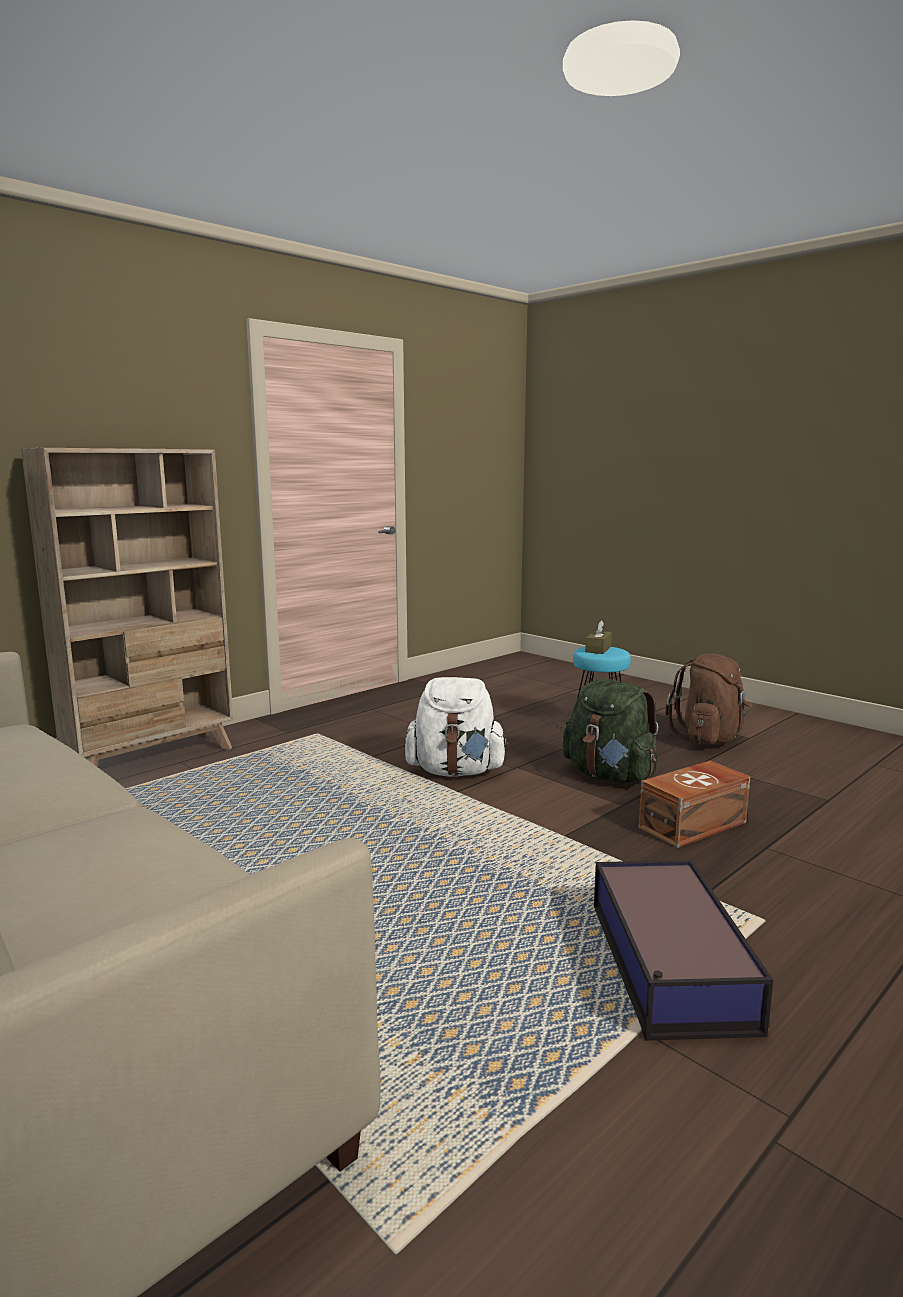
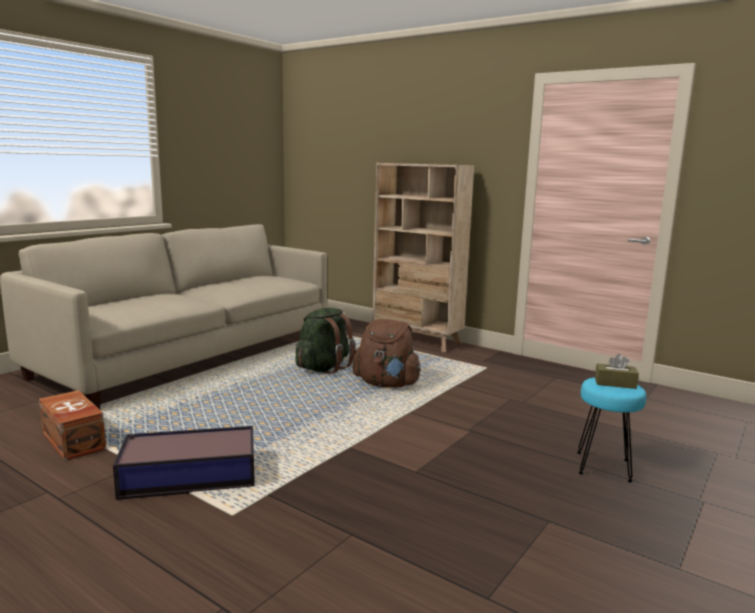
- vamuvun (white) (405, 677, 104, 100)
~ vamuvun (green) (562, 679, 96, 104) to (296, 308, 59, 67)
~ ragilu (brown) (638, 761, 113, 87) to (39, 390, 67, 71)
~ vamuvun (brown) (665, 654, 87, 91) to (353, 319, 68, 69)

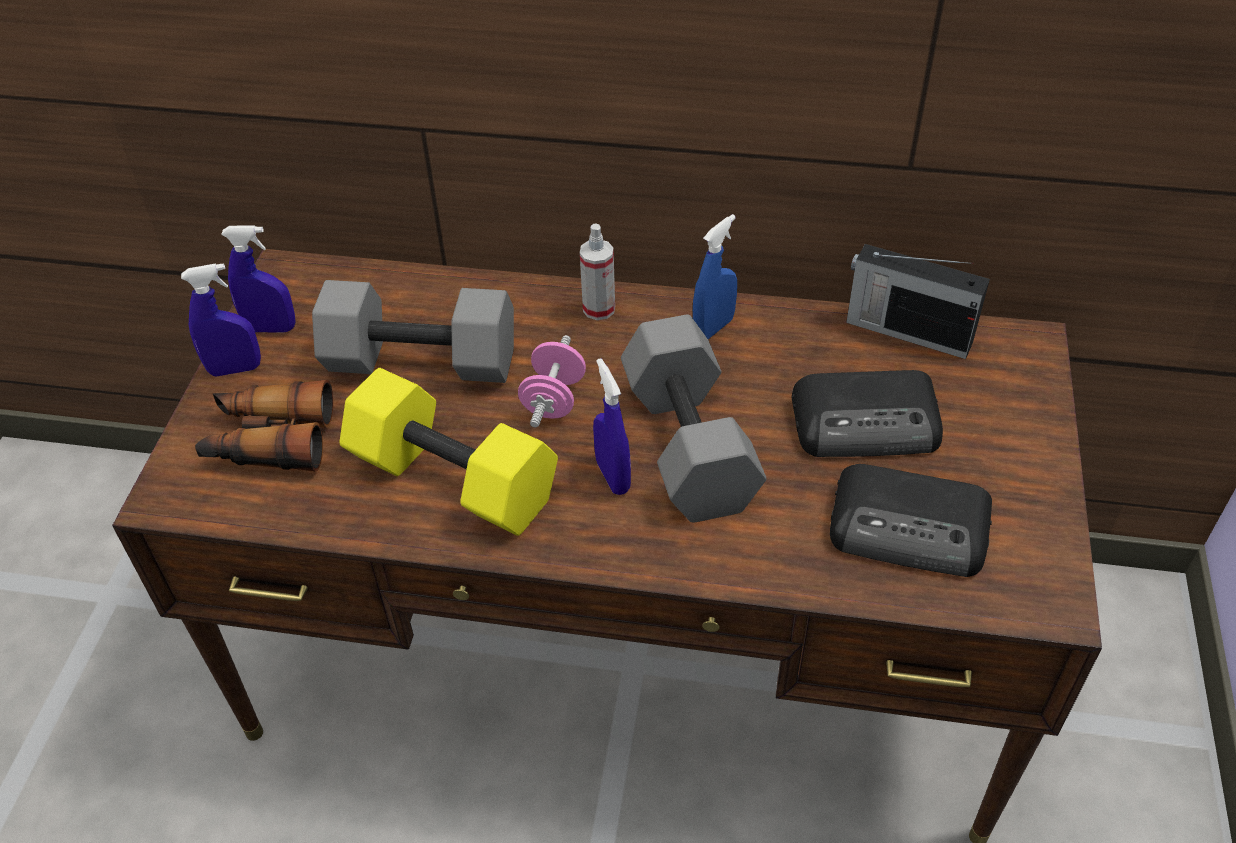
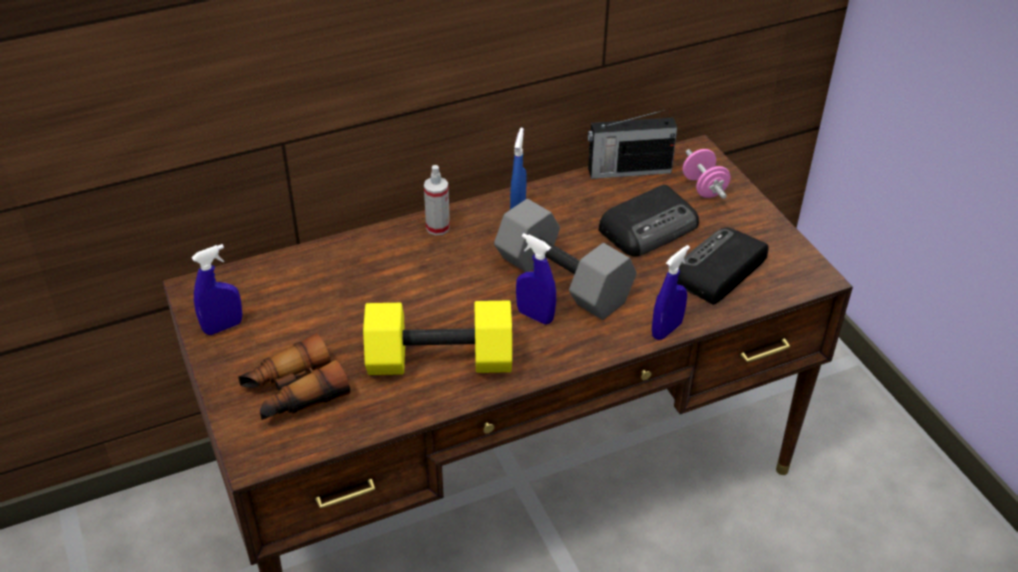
~ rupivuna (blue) (181, 263, 80, 114) to (652, 245, 38, 95)
- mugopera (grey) (312, 280, 202, 103)
~ mugopera (pink) (518, 335, 68, 93) to (683, 149, 48, 50)
~ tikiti (830, 464, 162, 113) = (677, 227, 92, 78) 150 degrees clockwise

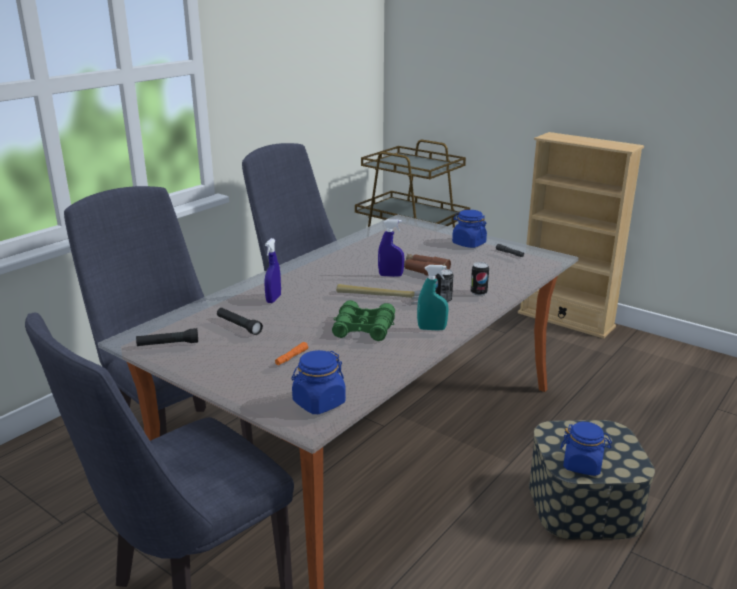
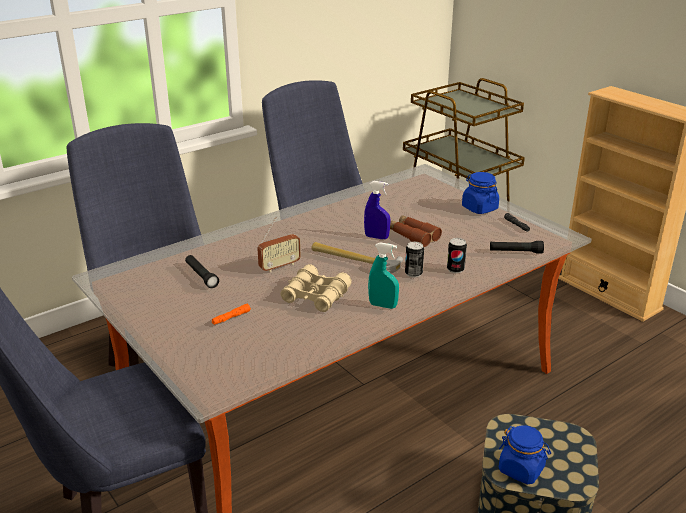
~ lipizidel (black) (136, 328, 62, 18) to (490, 241, 54, 13)
- rupivuna (blue) (264, 238, 17, 65)
- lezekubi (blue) (291, 350, 55, 64)
~ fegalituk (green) (332, 300, 63, 41) to fegalituk (beige) (280, 264, 72, 48)
+ tikiti (257, 217, 44, 56)

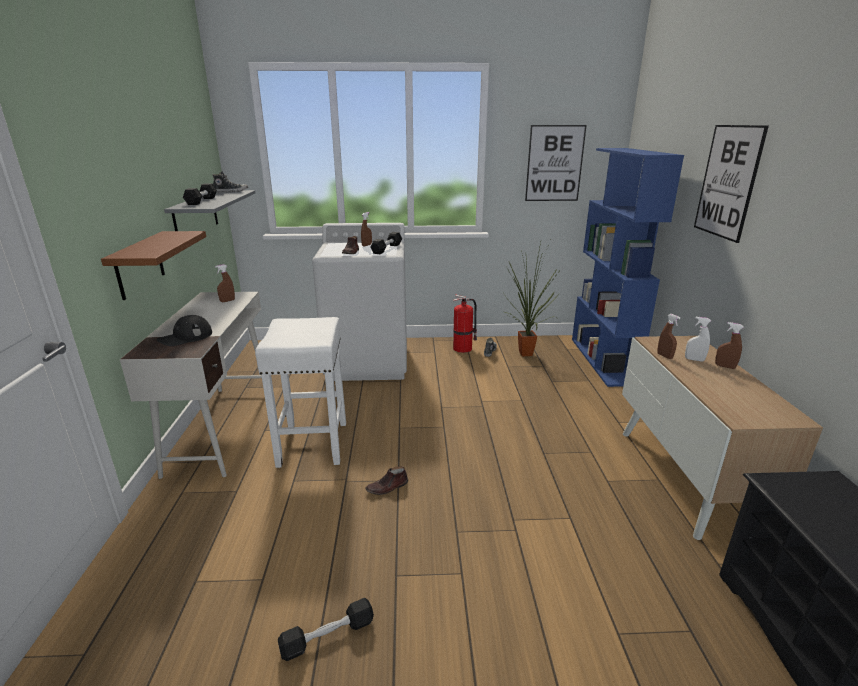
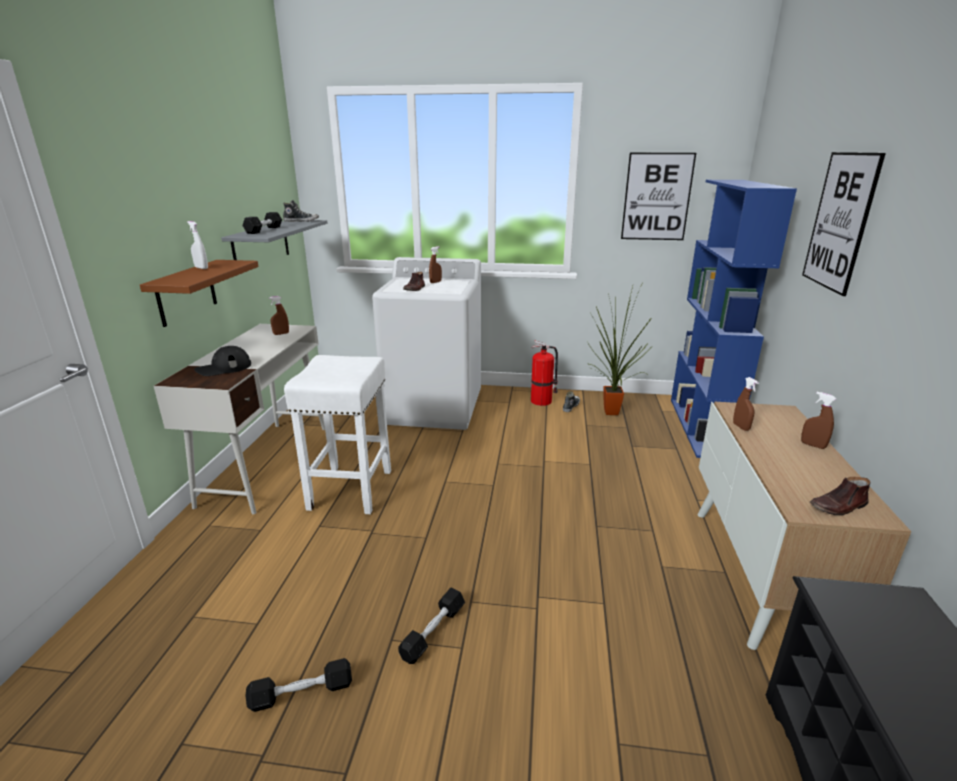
~ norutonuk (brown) (365, 467, 43, 28) to (810, 477, 60, 38)
~ mugopera (black) (371, 232, 31, 22) to (398, 588, 67, 76)
~ rupivuna (white) (685, 317, 26, 45) to (187, 221, 21, 48)

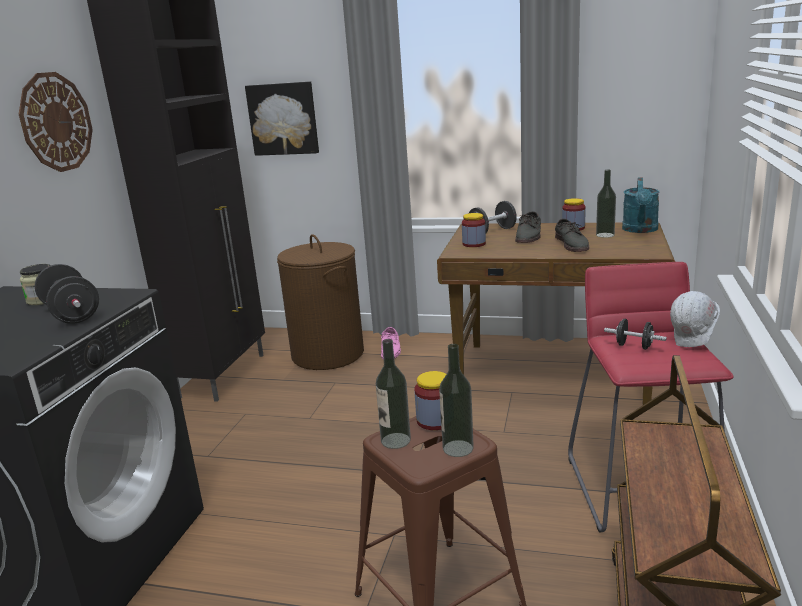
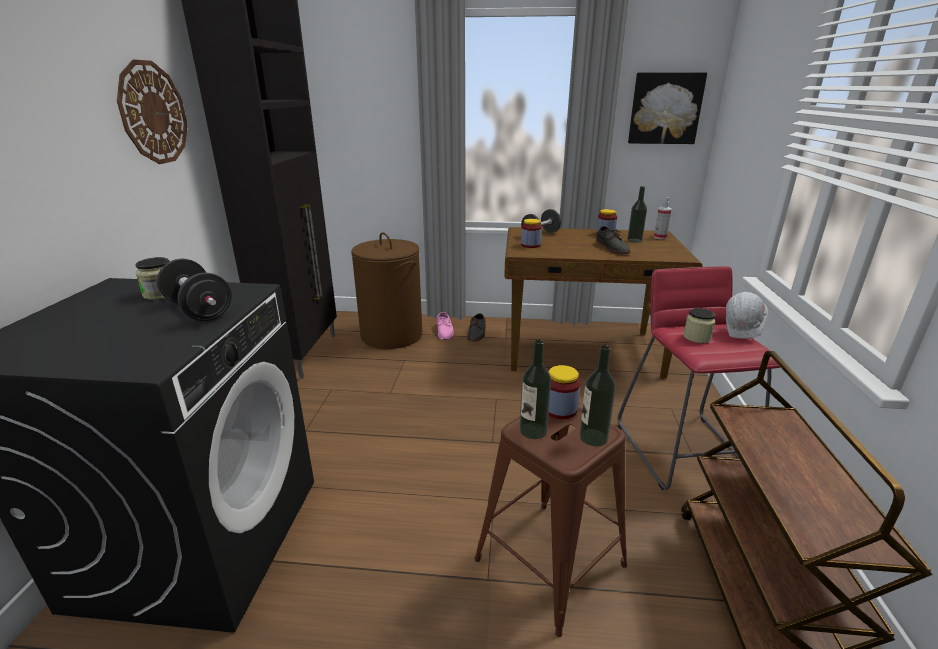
~ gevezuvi (245, 81, 74, 75) to (628, 72, 79, 72)
~ norutonuk (grey) (515, 211, 26, 32) to (467, 313, 19, 28)
~ mugopera (black) (604, 319, 63, 31) to lezekubi (683, 308, 33, 35)
~ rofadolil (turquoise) (622, 177, 38, 56) to rupivuna (654, 197, 18, 42)

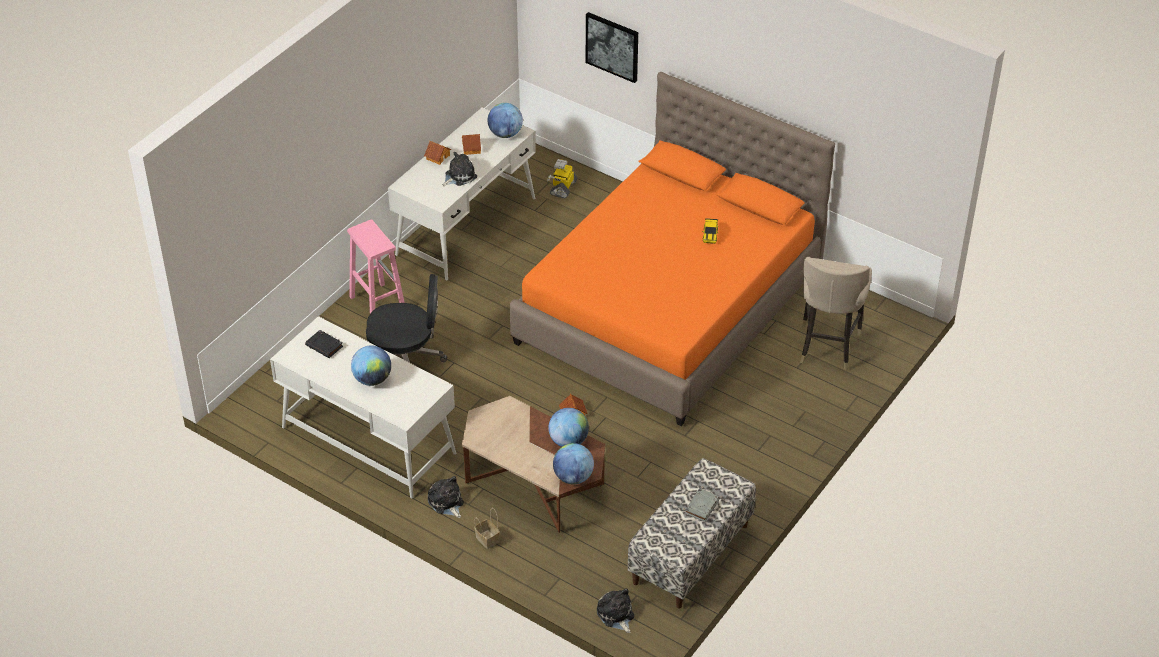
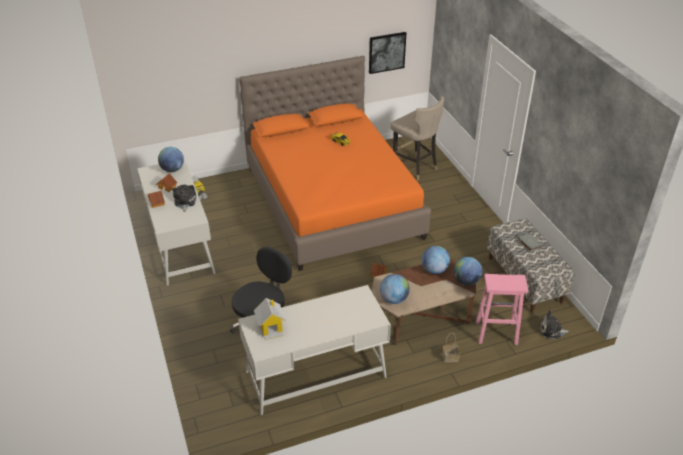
~ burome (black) (305, 330, 38, 28) to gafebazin (254, 298, 32, 42)
~ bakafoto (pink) (347, 219, 58, 94) to (476, 274, 52, 71)
~ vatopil (351, 346, 40, 40) to (380, 274, 30, 30)
- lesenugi (428, 476, 36, 42)
~ gevezuvi (586, 12, 52, 71) to (369, 32, 37, 42)

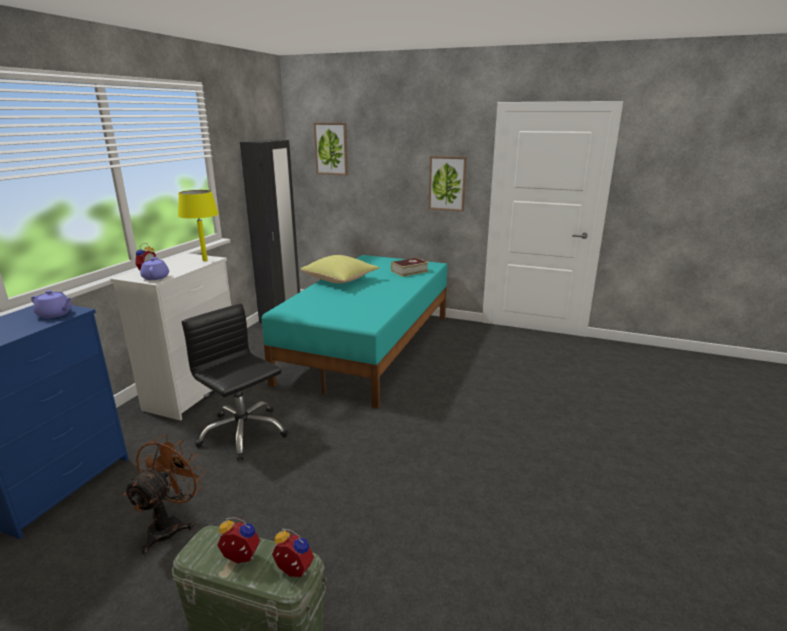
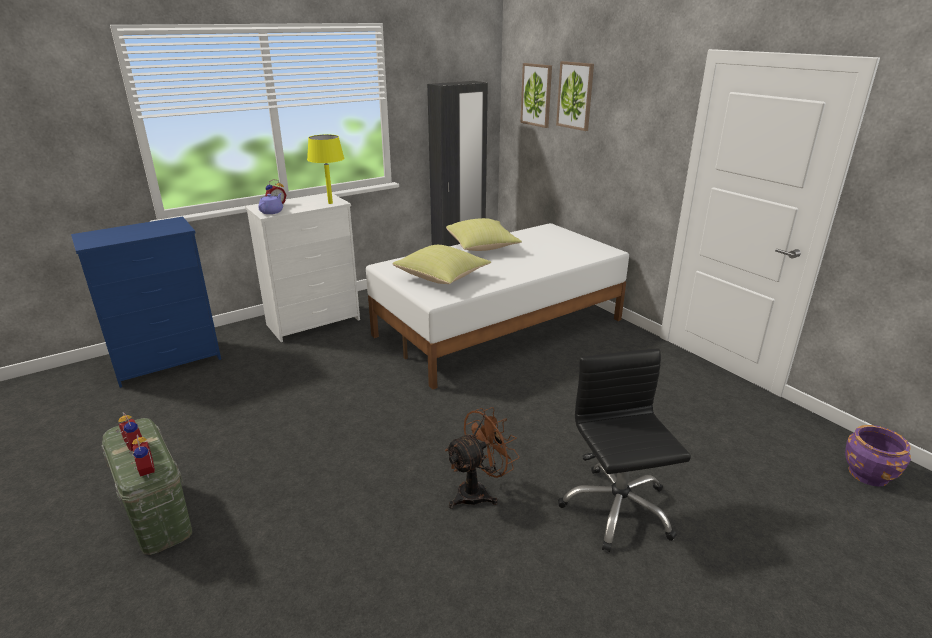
- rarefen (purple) (31, 290, 41, 28)
~ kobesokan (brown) (123, 434, 83, 120) to (445, 407, 74, 102)
~ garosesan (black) (182, 303, 106, 158) to (558, 348, 133, 204)
~ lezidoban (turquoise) (262, 255, 185, 153) to lezidoban (white) (366, 223, 263, 167)
- burome (391, 258, 38, 19)
~ gevezuvi (429, 156, 38, 56) to (556, 61, 38, 70)
+ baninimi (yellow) (393, 245, 98, 39)
+ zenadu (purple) (845, 425, 66, 62)

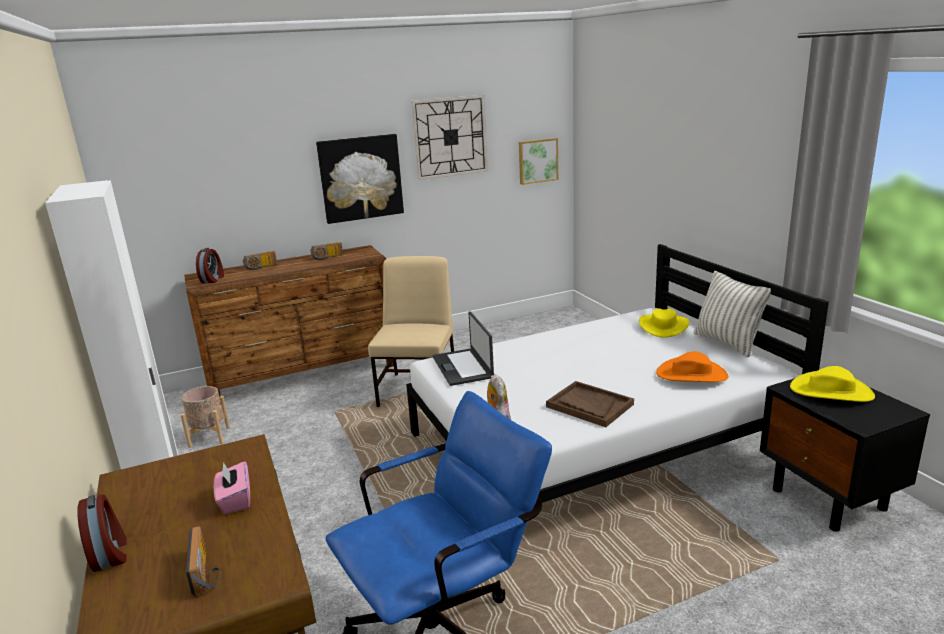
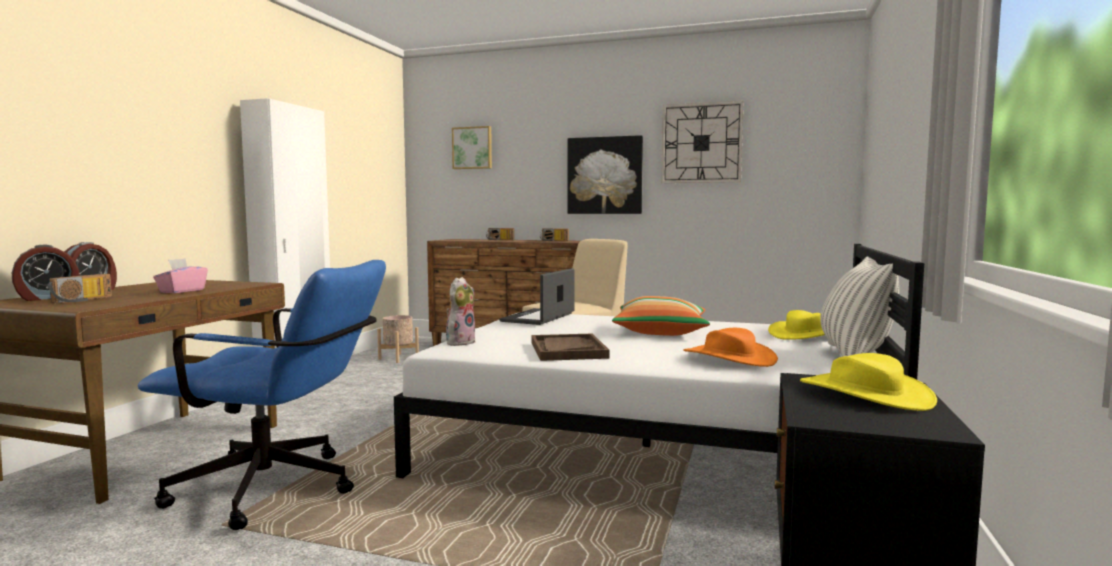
~ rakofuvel (196, 248, 28, 35) to (12, 245, 68, 56)
~ gevezuvi (519, 138, 39, 47) to (452, 126, 40, 43)
+ baninimi (612, 296, 98, 40)

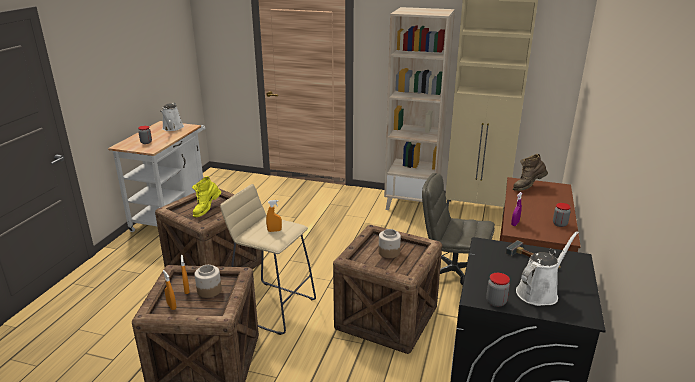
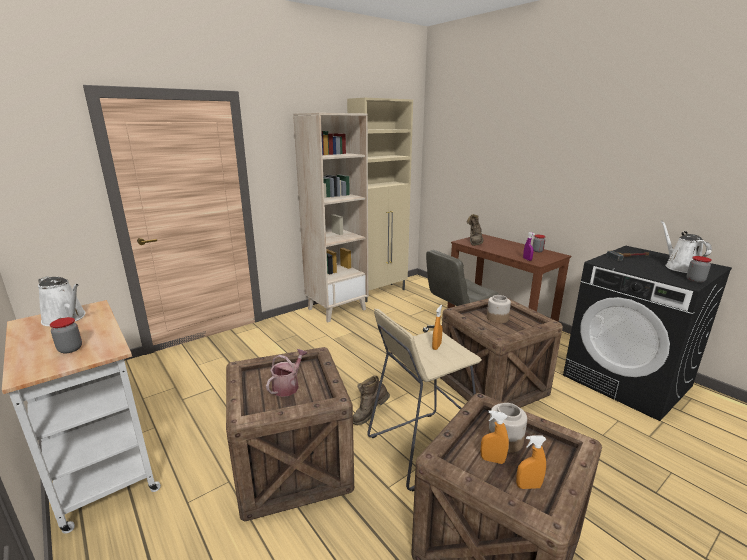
~ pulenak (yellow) (192, 176, 29, 41) to rofadolil (266, 349, 41, 48)
+ pulenak (brown) (353, 375, 37, 50)

